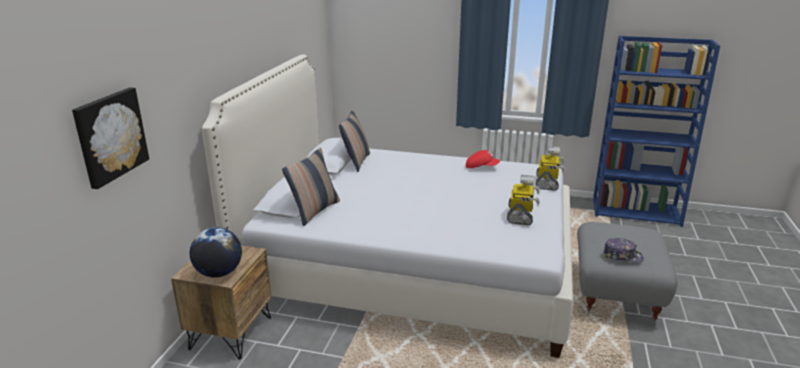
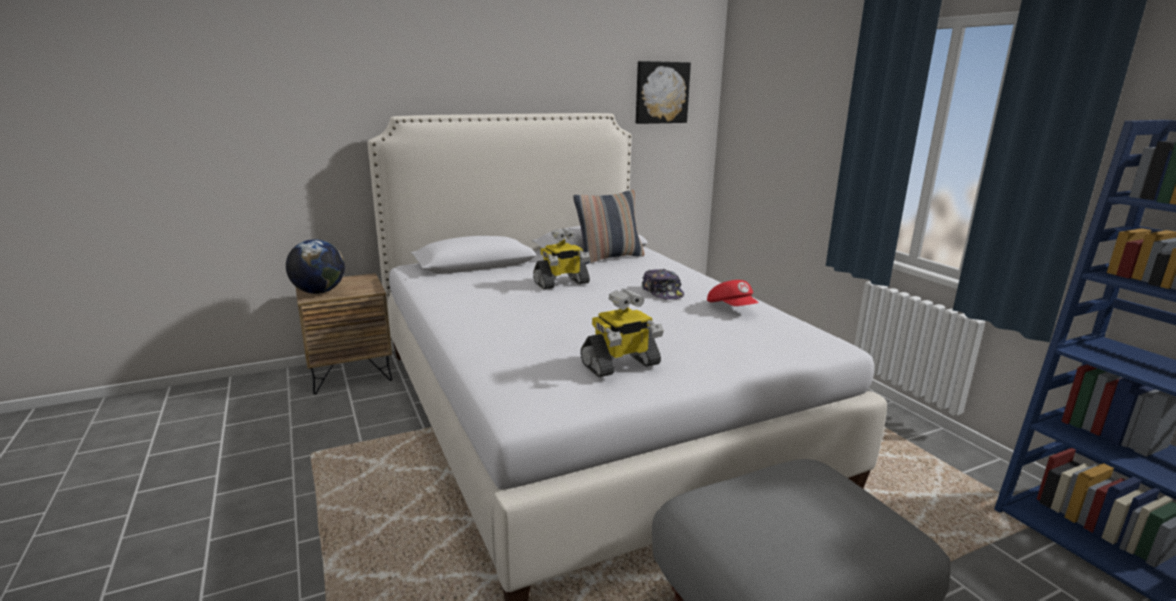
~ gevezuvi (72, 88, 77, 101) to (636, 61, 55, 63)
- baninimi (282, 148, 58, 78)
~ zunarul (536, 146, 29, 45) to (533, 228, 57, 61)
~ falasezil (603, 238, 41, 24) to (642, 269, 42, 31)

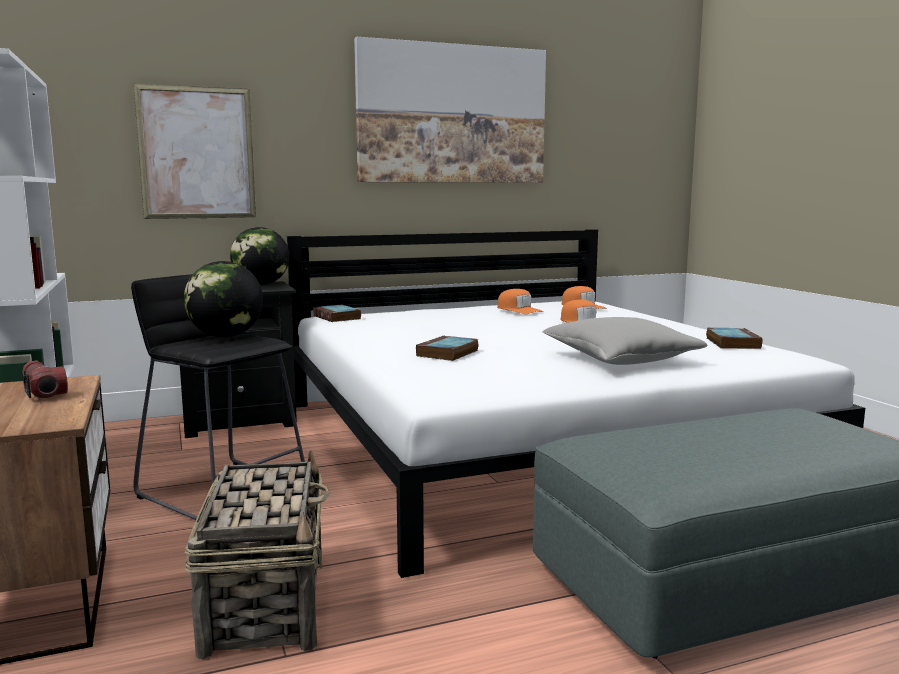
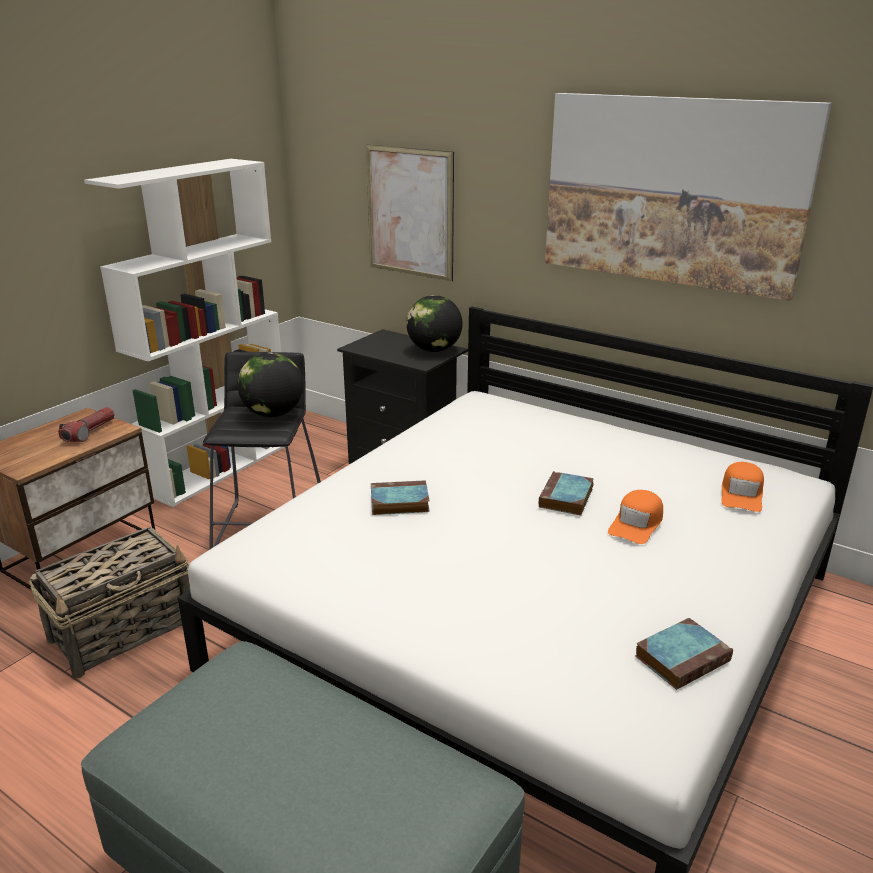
~ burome (313, 305, 48, 17) to (539, 471, 55, 45)
- falasezil (orange) (497, 289, 46, 25)
- baninimi (grey) (542, 317, 165, 48)

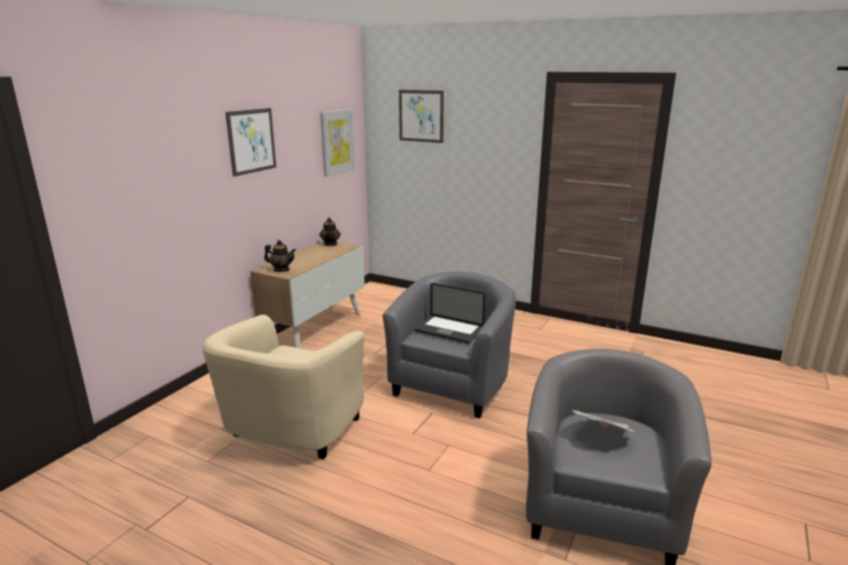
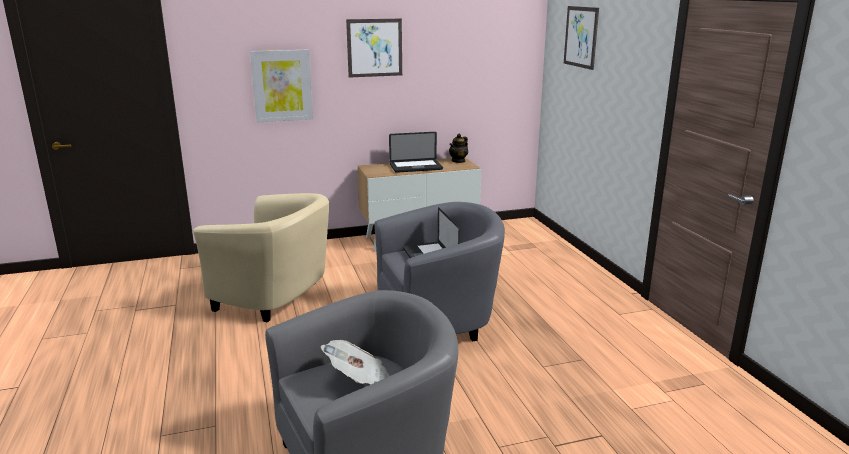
~ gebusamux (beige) (202, 315, 163, 145) = (193, 193, 136, 130) 135 degrees counterclockwise
- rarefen (264, 240, 32, 32)
~ gevezuvi (320, 109, 35, 68) to (250, 50, 63, 72)
+ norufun (389, 132, 54, 41)

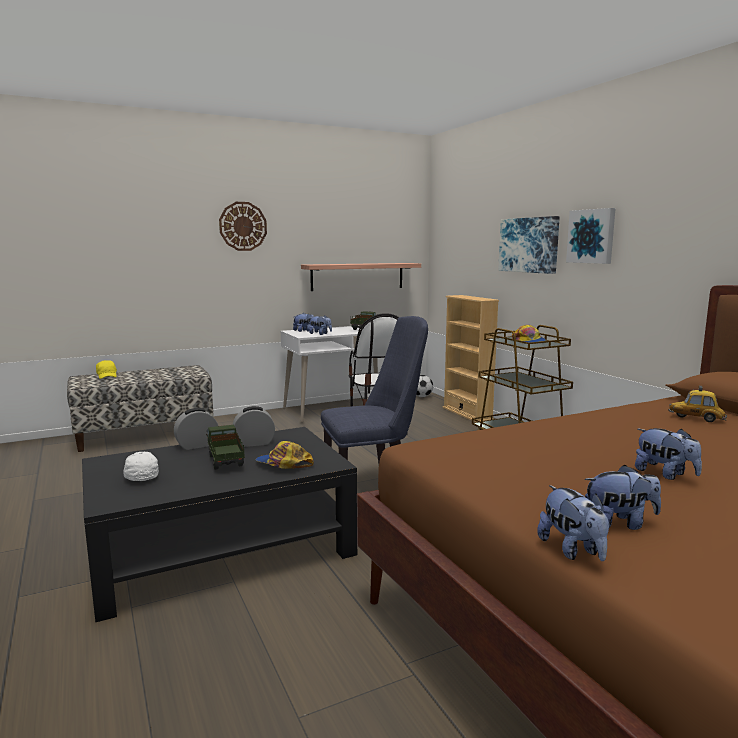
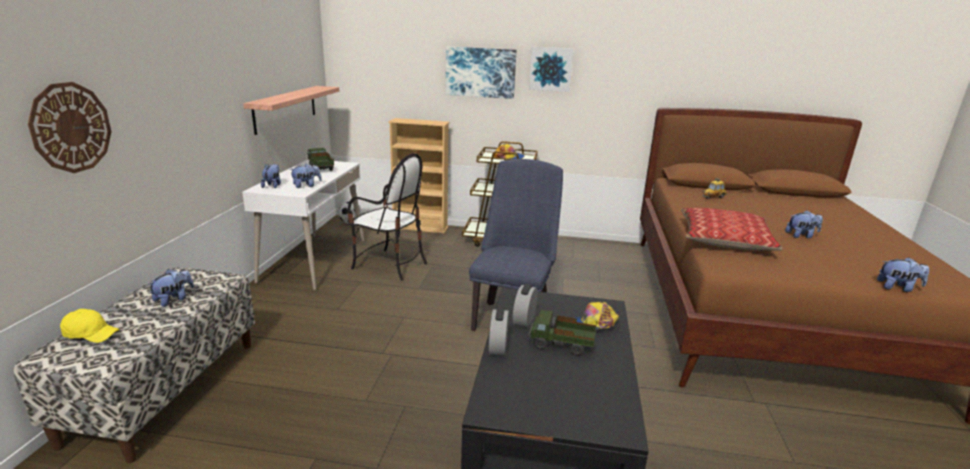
- falasezil (white) (124, 452, 35, 29)
~ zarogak (219, 202, 48, 49) to (28, 82, 84, 91)
~ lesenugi (584, 465, 77, 65) to (147, 269, 47, 38)
+ baninimi (681, 208, 101, 43)

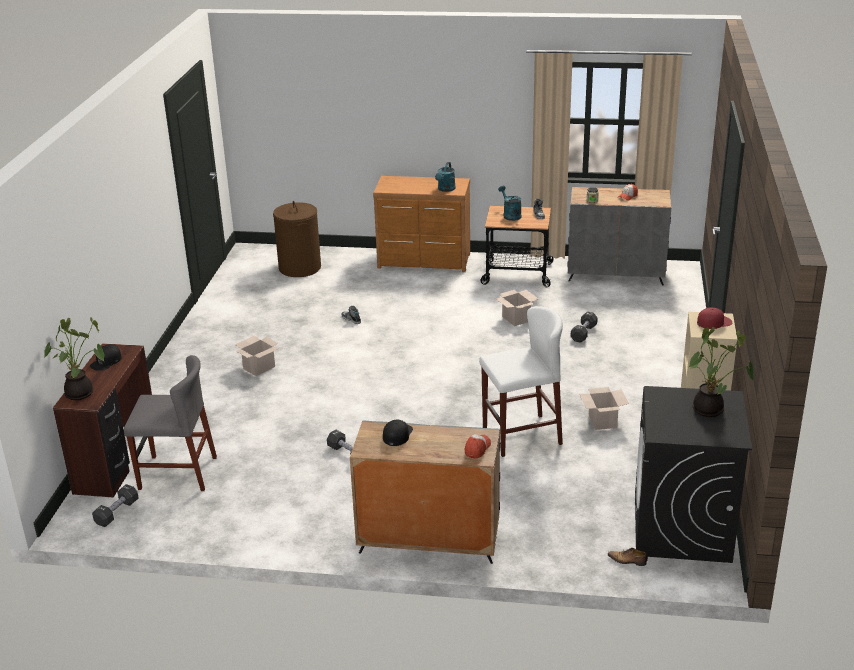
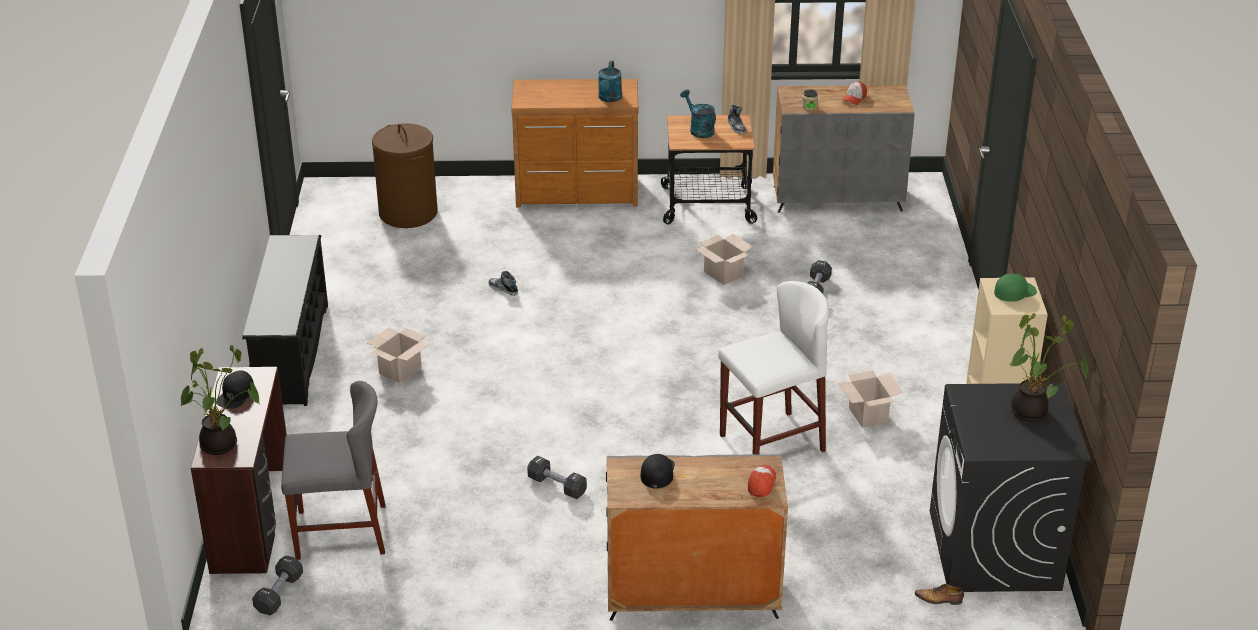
~ falasezil (red) (697, 307, 35, 22) to falasezil (green) (994, 274, 43, 28)
+ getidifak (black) (242, 235, 86, 171)

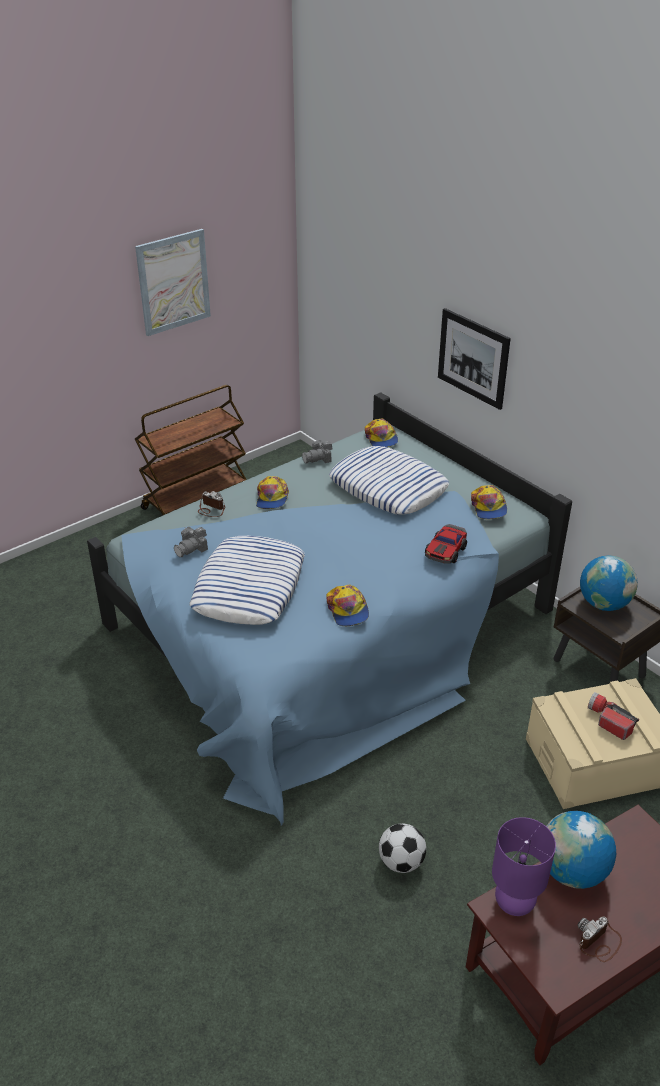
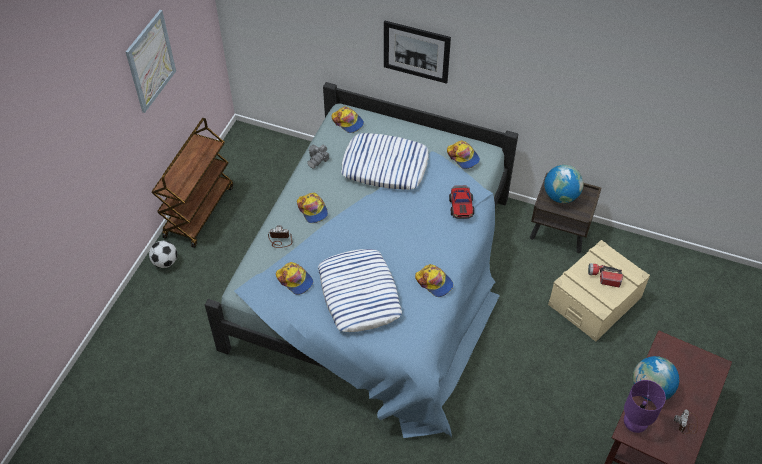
~ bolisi (174, 527, 34, 30) to falasezil (276, 262, 37, 33)
~ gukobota (379, 823, 47, 50) to (149, 241, 28, 27)

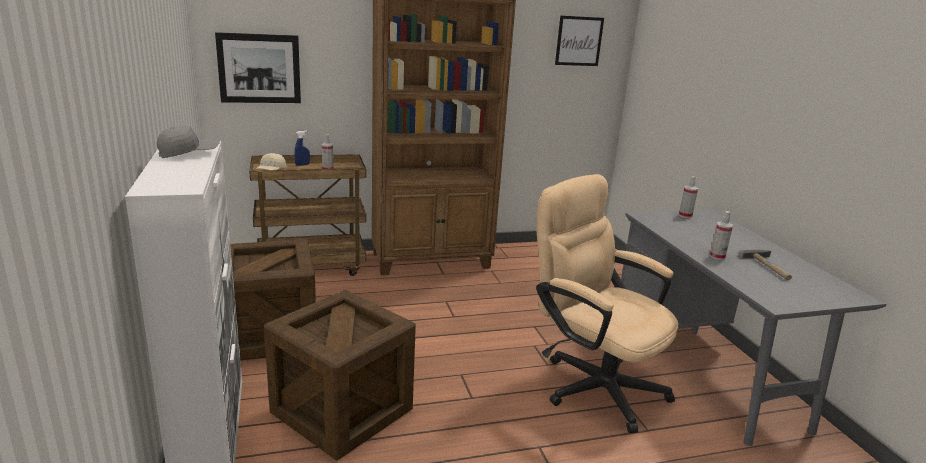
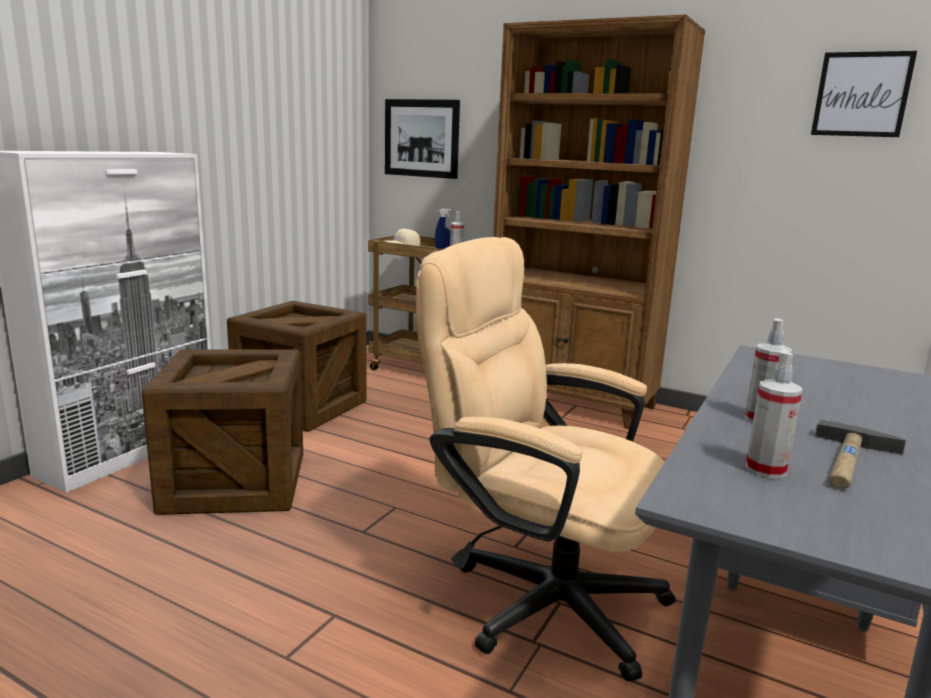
- falasezil (grey) (157, 125, 63, 33)
~ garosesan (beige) (536, 174, 143, 259) = (416, 237, 260, 445) 60 degrees counterclockwise
~ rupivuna (679, 176, 19, 42) to (746, 351, 57, 128)

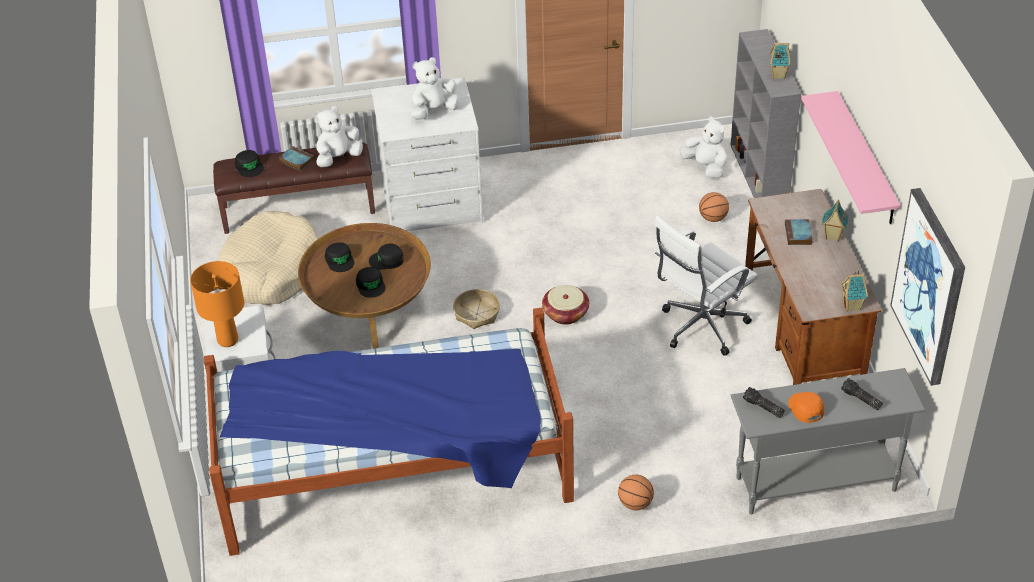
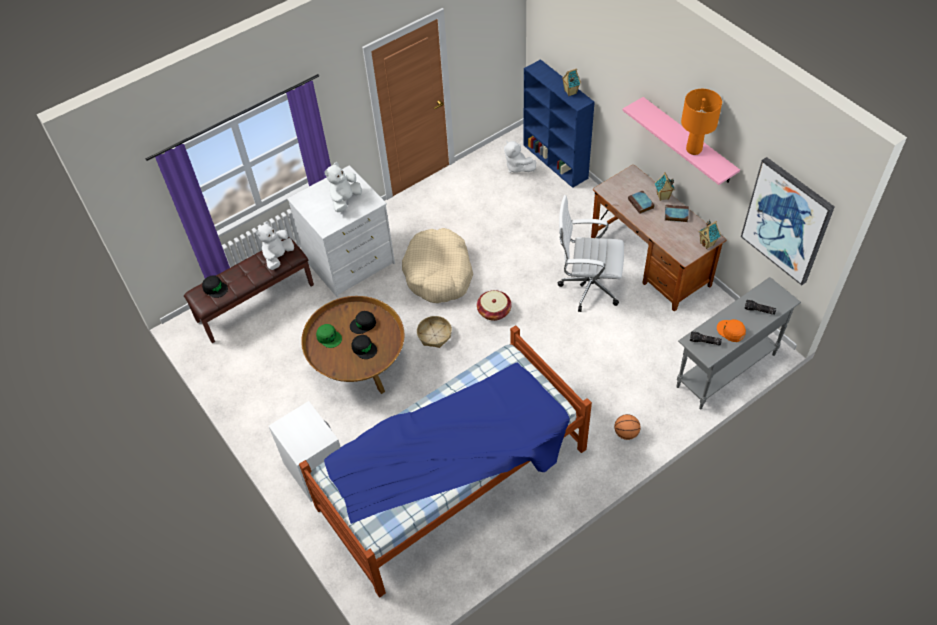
~ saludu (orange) (190, 261, 54, 86) to (681, 89, 41, 66)
~ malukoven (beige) (218, 211, 101, 94) to (402, 228, 71, 75)
~ burome (279, 146, 36, 25) to (665, 205, 24, 17)
~ falasezil (black) (325, 242, 30, 30) to falasezil (green) (316, 324, 26, 24)
~ garosesan (white) (654, 215, 104, 141) = (558, 195, 66, 117) 75 degrees clockwise
~ lesenugi (white) (679, 116, 48, 63) = (504, 140, 32, 33) 150 degrees counterclockwise
- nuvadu (699, 192, 30, 30)
~ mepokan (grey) (731, 29, 70, 169) to mepokan (blue) (523, 59, 72, 129)

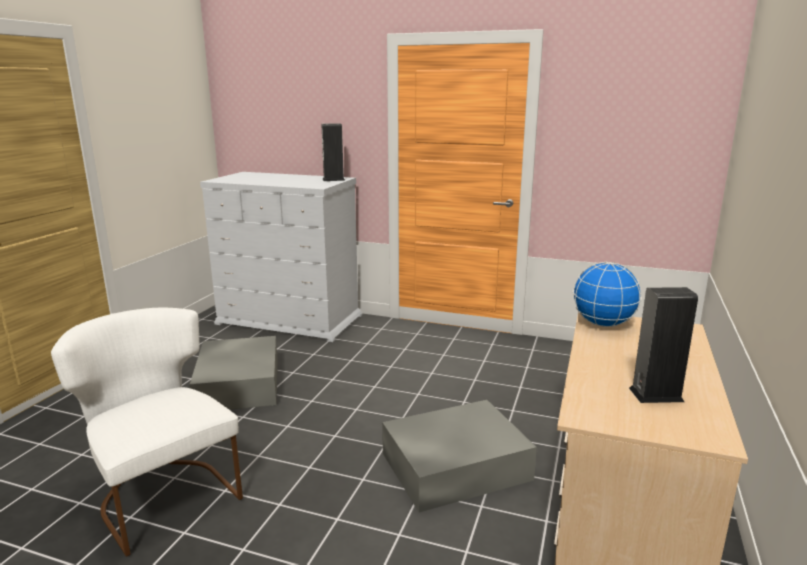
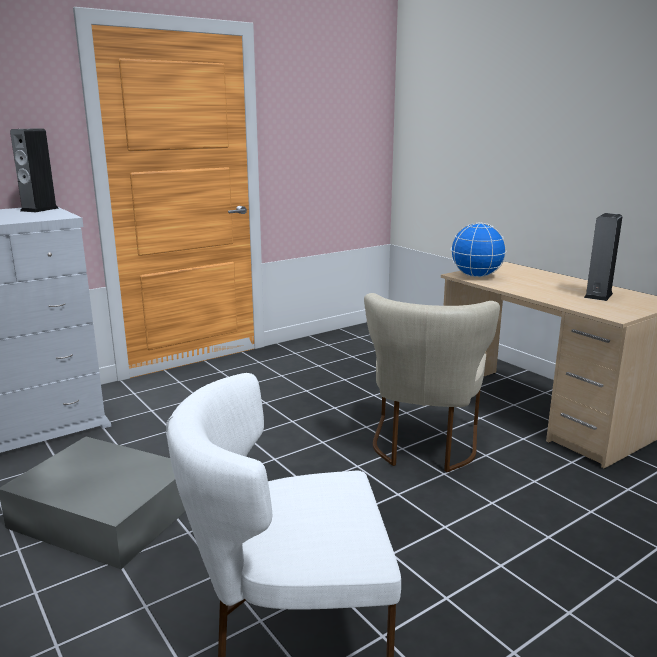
~ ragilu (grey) (382, 400, 155, 113) to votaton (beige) (364, 293, 136, 179)

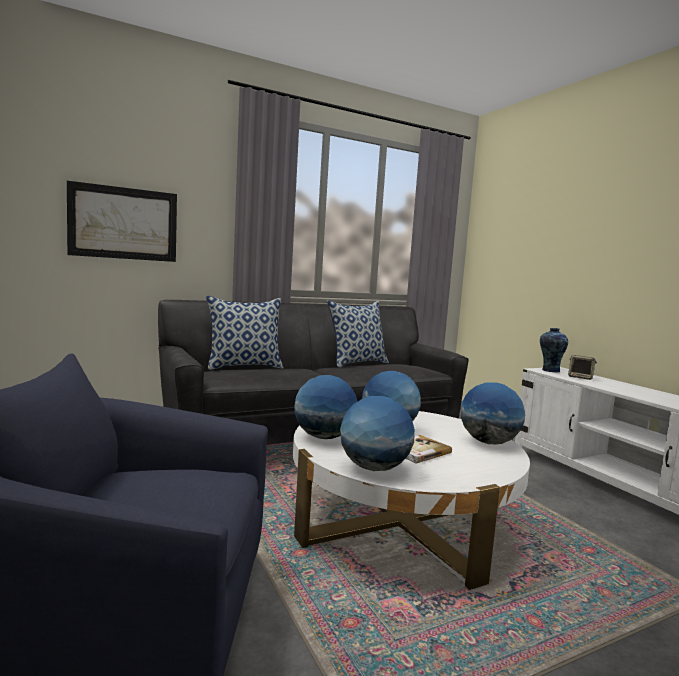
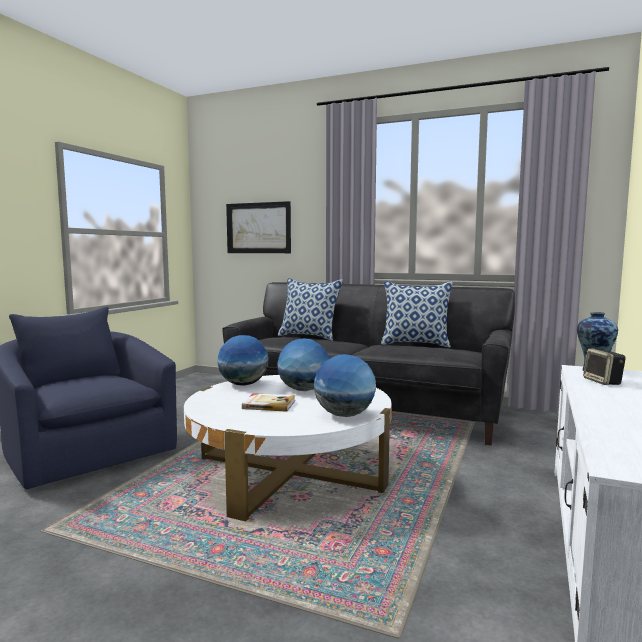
- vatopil (340, 396, 75, 75)

